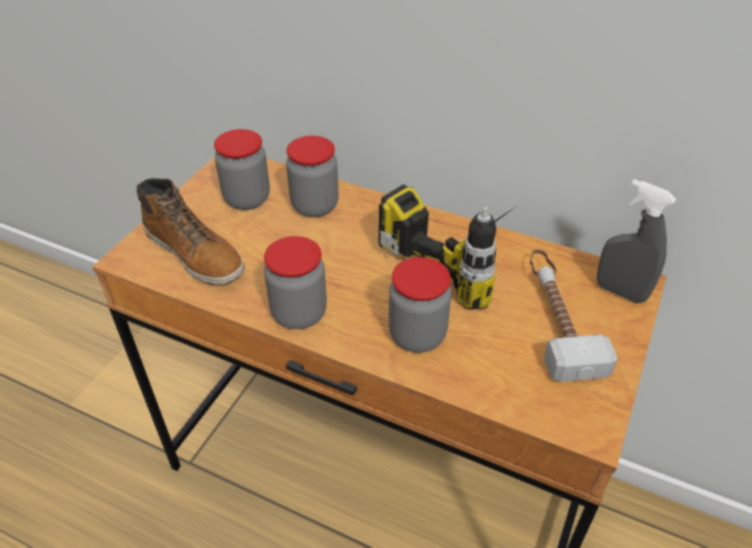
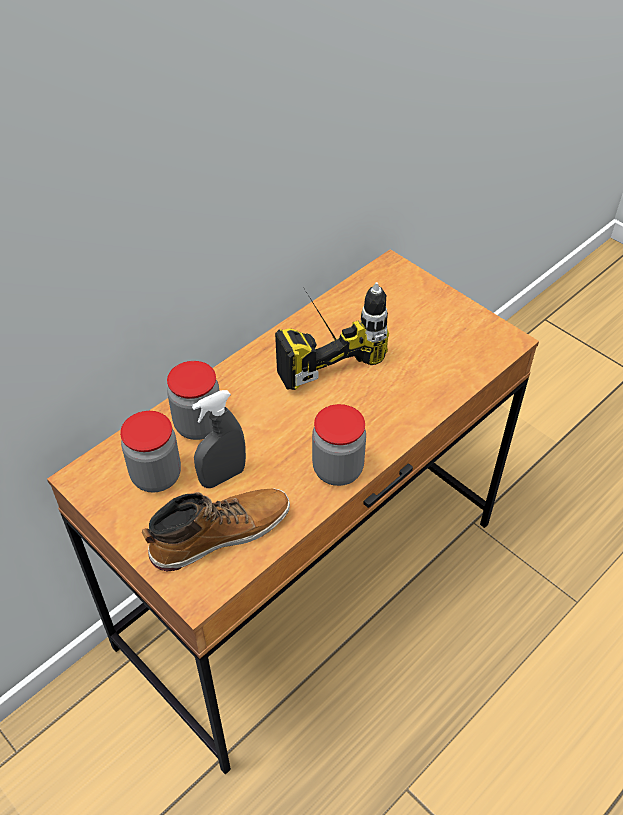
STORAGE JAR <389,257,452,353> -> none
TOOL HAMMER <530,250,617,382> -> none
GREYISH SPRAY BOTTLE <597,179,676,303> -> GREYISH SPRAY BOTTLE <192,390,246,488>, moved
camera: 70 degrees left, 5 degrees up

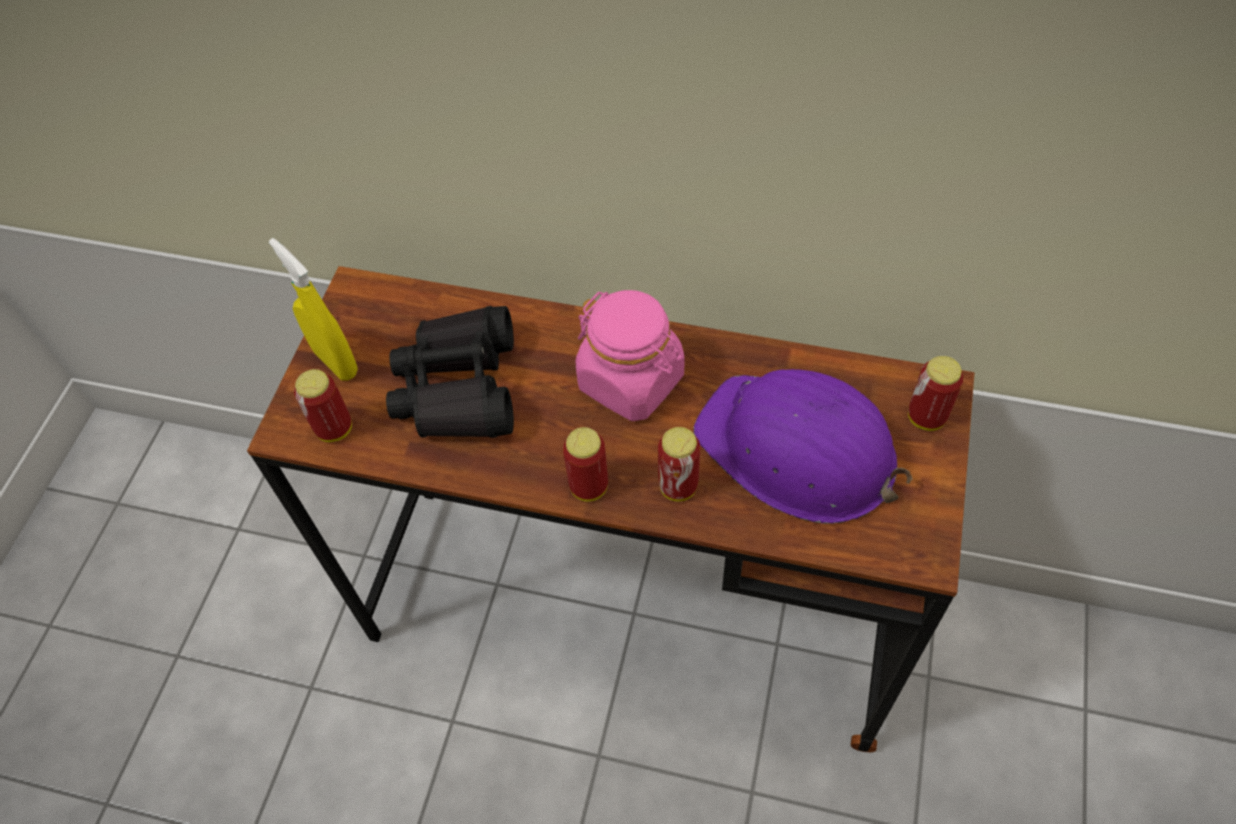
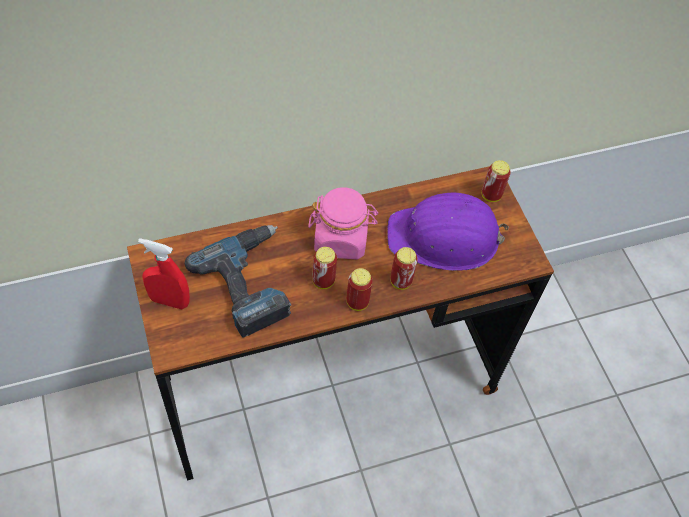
YELLOW SPRAY BOTTLE <269,238,358,381> -> RED-COLOURED SPRAY BOTTLE <138,238,190,310>
METAL CAN <294,369,352,442> -> METAL CAN <312,247,337,289>, moved
BLACKISH PAIR OF BINOCULARS <386,306,514,438> -> POWER DRILL <185,225,291,338>
camera: 40 degrees left, 0 degrees up

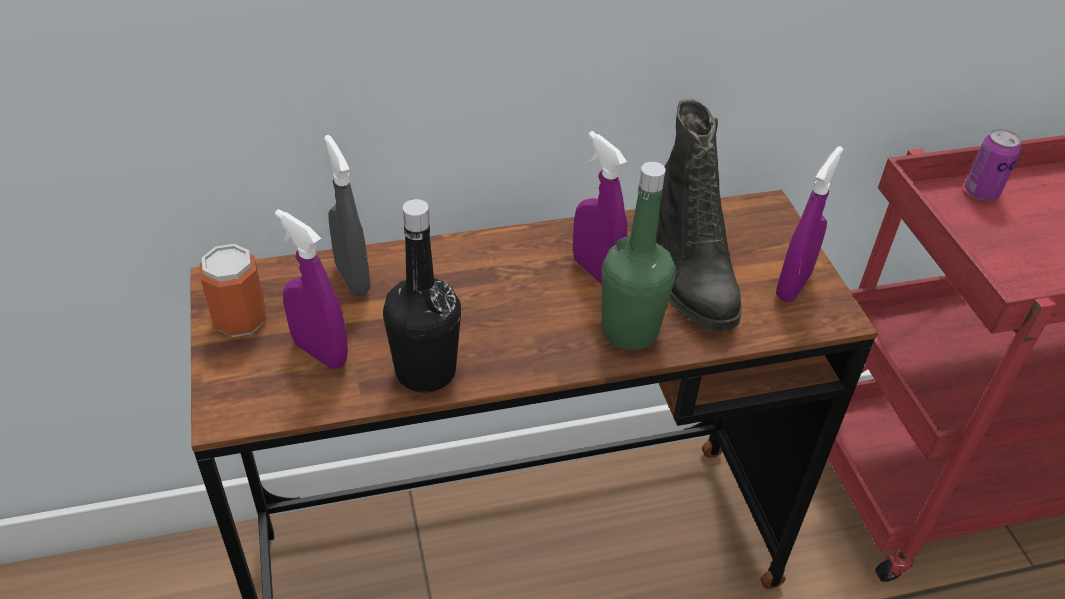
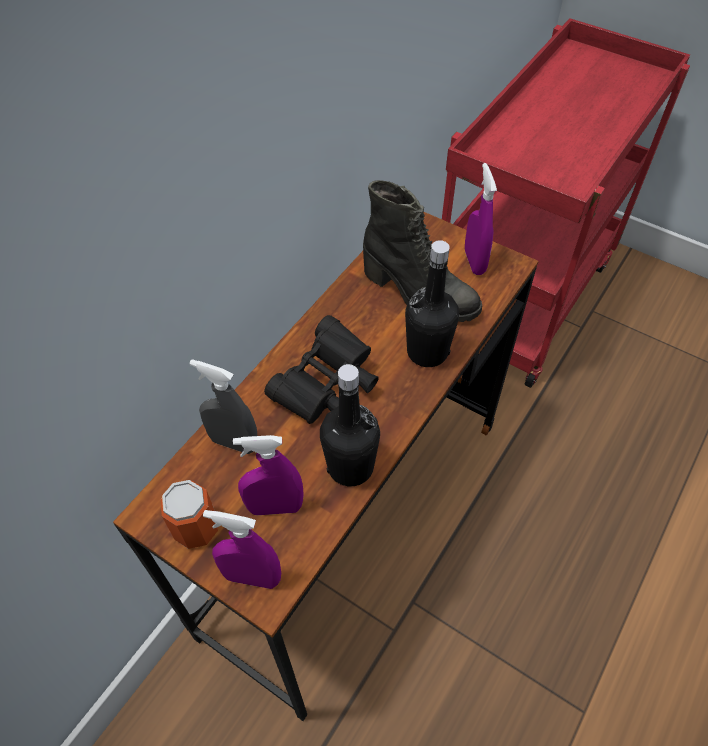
PURPLE SPRAY BOTTLE <573,131,627,285> -> PURPLE SPRAY BOTTLE <203,510,281,589>, moved
GREEN-COLOURED BEVERAGE BOTTLE <602,162,676,350> -> BLACKISH BEVERAGE BOTTLE <405,240,459,367>
METAL CAN <965,129,1021,200> -> none
none -> BLACKISH PAIR OF BINOCULARS <264,315,379,424>
camera: 40 degrees left, 10 degrees up

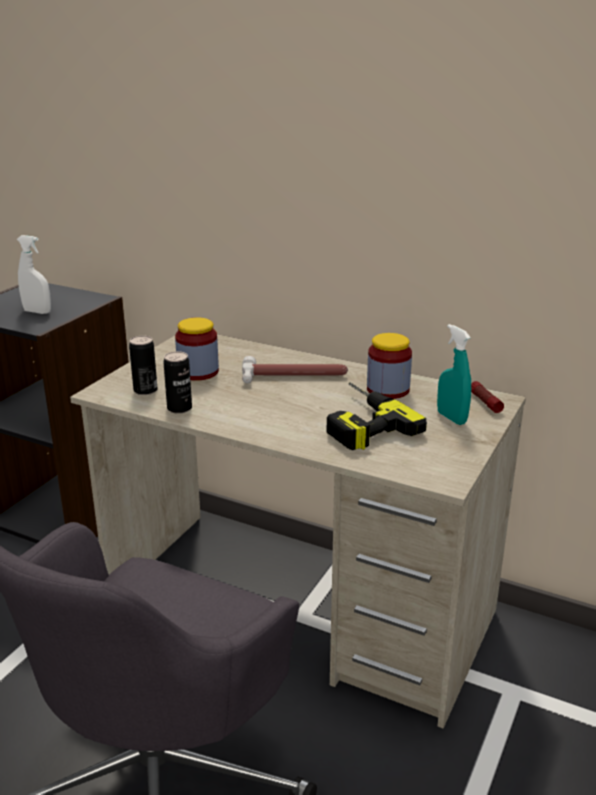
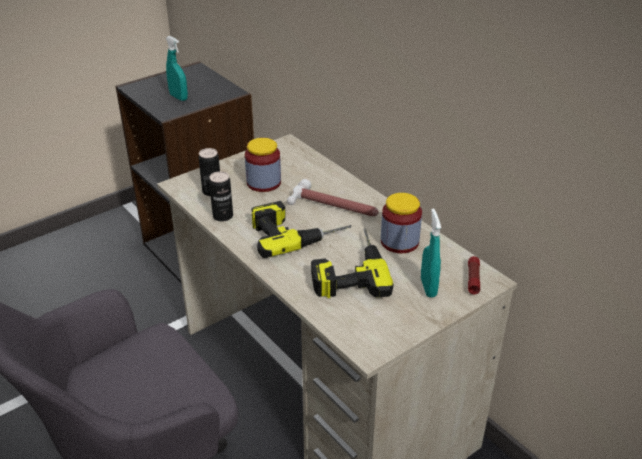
WHITE-COLOURED SPRAY BOTTLE <17,235,51,314> -> TURQUOISE SPRAY BOTTLE <166,36,188,101>
none -> POWER DRILL <252,201,352,258>
camera: 25 degrees right, 10 degrees up

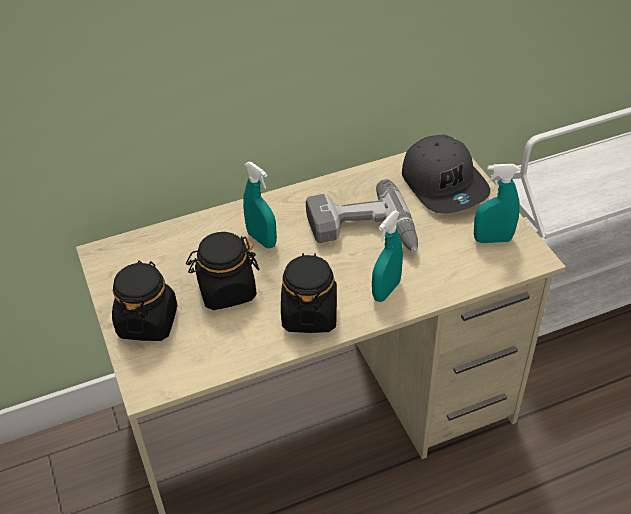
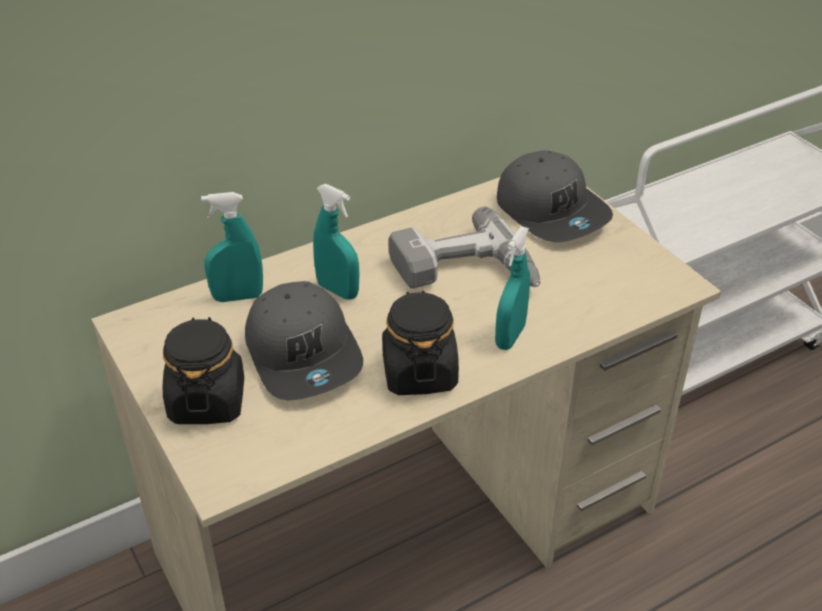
BLACKISH STORAGE JAR <186,232,259,310> -> GREYISH CAP <245,281,363,400>
TURQUOISE SPRAY BOTTLE <474,164,520,243> -> TURQUOISE SPRAY BOTTLE <201,192,263,302>, moved
camera: 10 degrees left, 5 degrees down

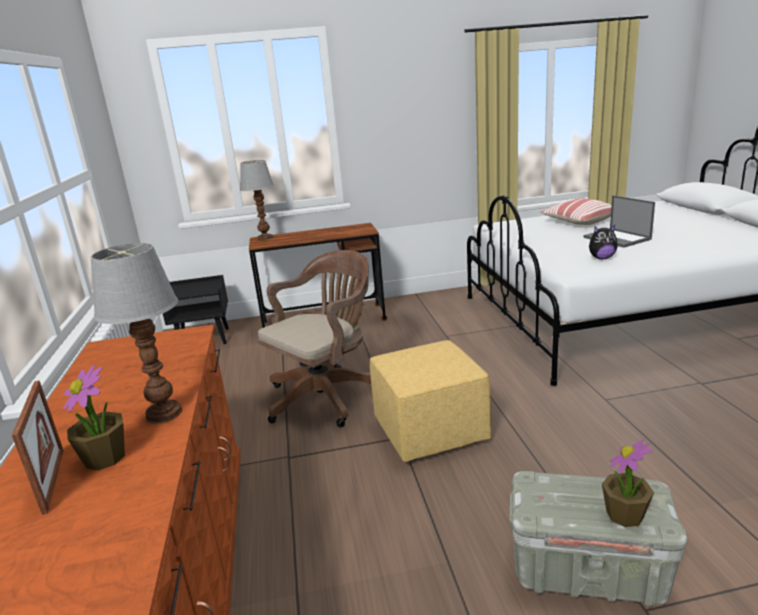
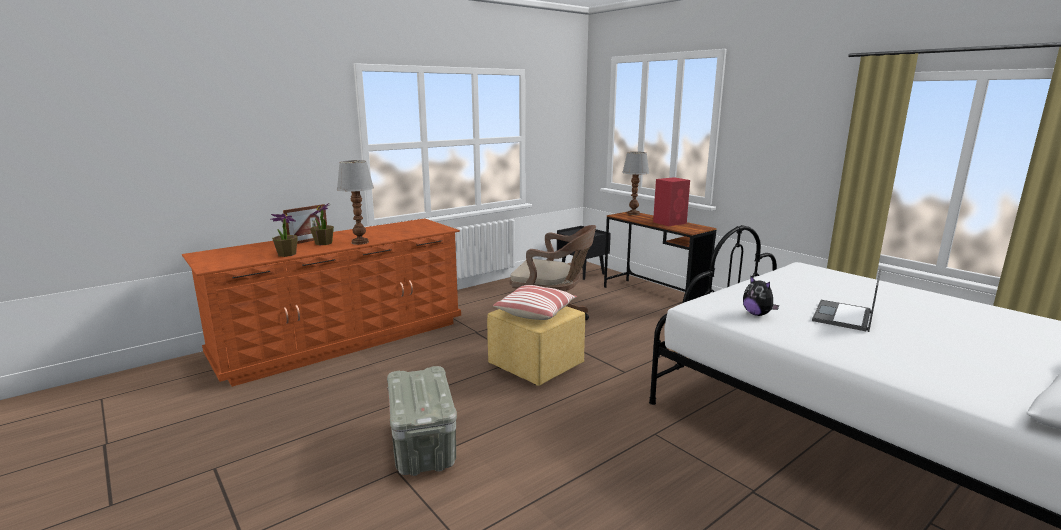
THROW PILLOW <540,198,611,225> -> THROW PILLOW <493,285,577,320>, moved
HOUSEPLANT <602,439,654,527> -> HOUSEPLANT <270,214,298,257>, moved
none -> RED-COLOURED LOUDSPEAKER <653,177,690,226>
camera: 60 degrees right, 5 degrees down

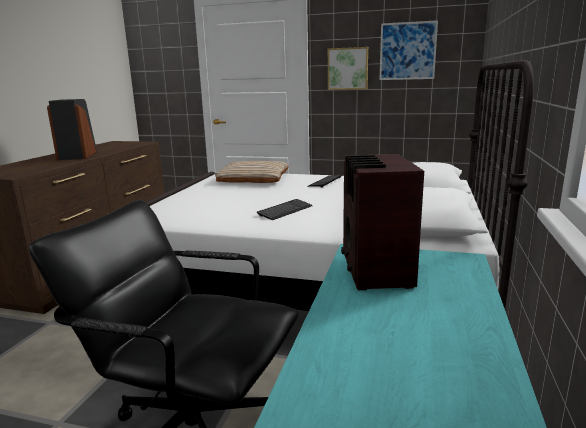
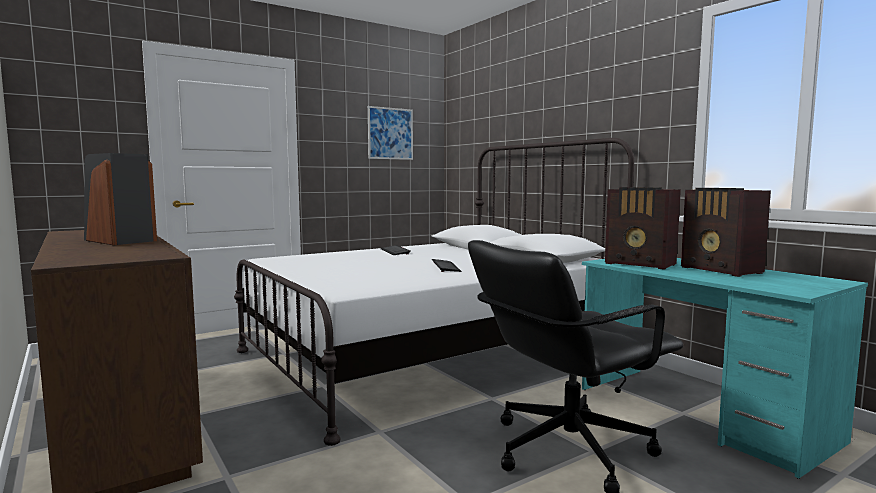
BEIGE THROW PILLOW <215,161,289,183> -> none
WALL PICTURE <328,47,368,90> -> none
none -> RADIO RECEIVER <681,188,771,277>
camera: 50 degrees left, 10 degrees down

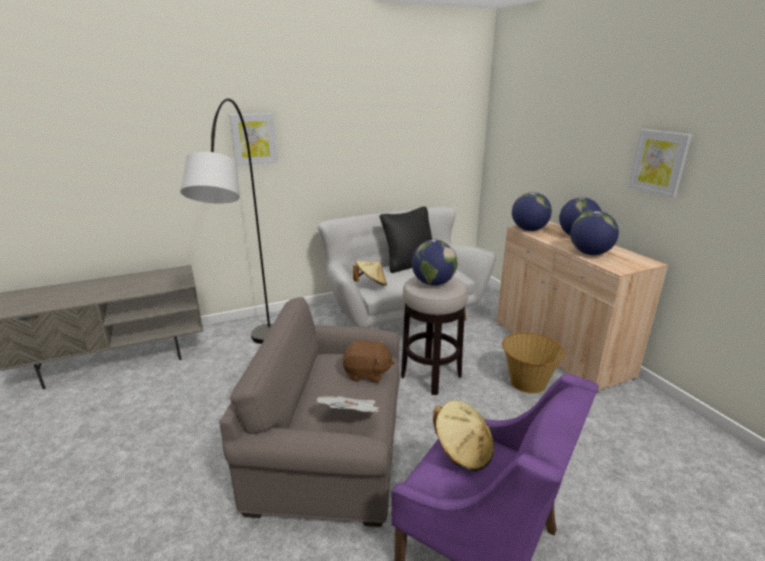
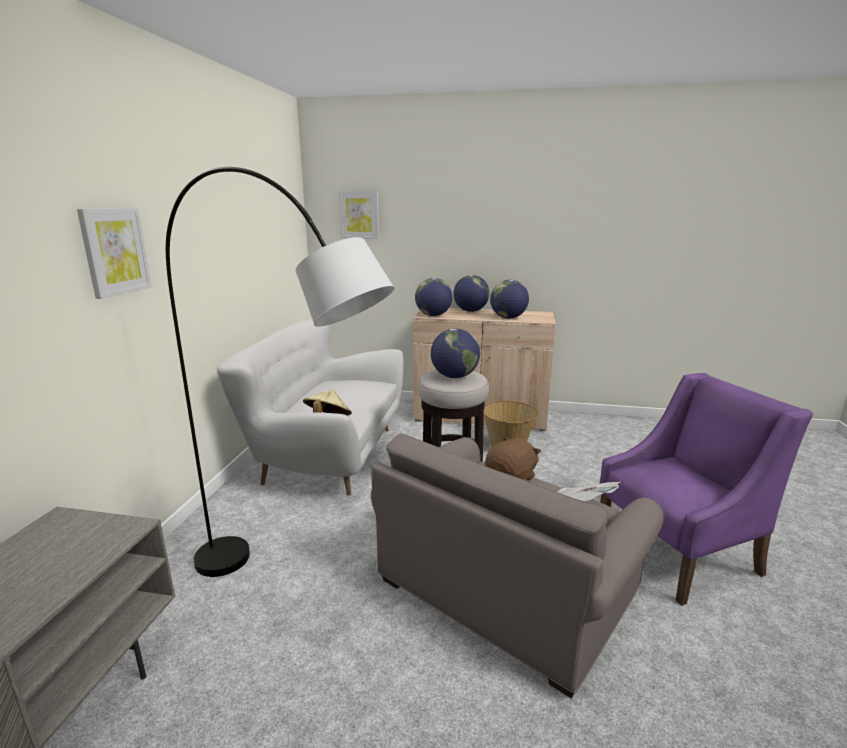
BLACKISH THROW PILLOW <380,206,432,273> -> none
BEIGE WEARABLE HAT <433,400,494,471> -> none
WALL PICTURE <628,129,692,198> -> WALL PICTURE <339,191,379,239>, moved
camera: 55 degrees left, 5 degrees down

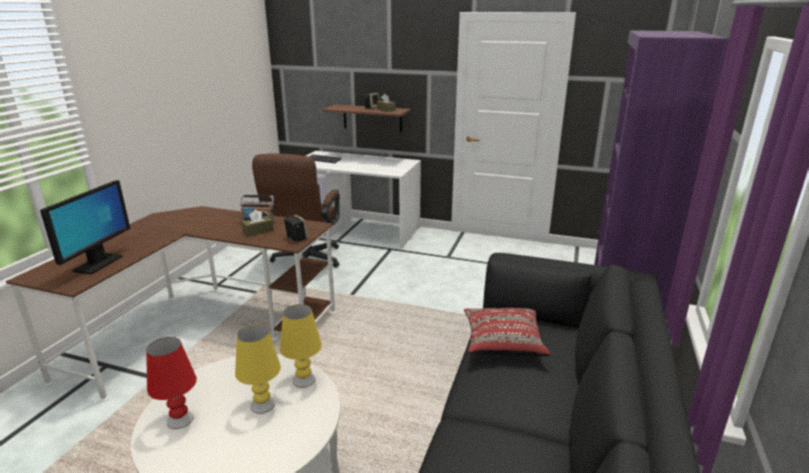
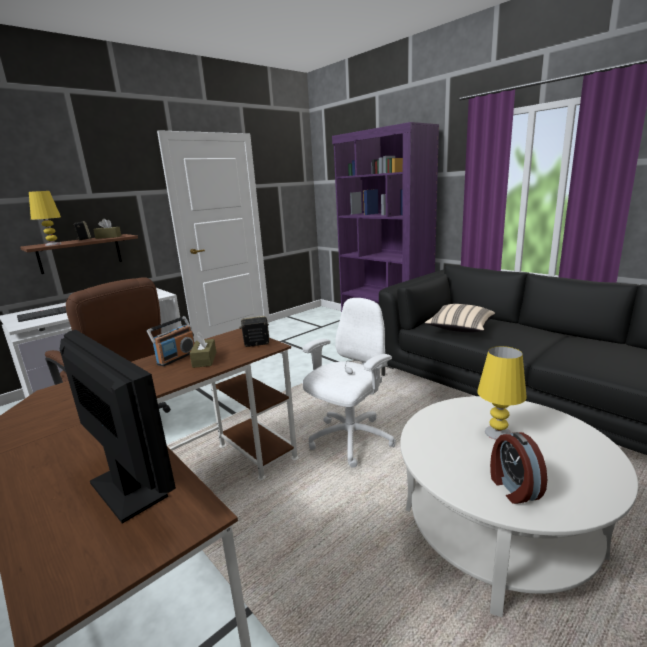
RED-COLOURED TABLETOP LAMP <146,337,197,429> -> TABLE CLOCK <490,432,547,504>
YELLOW TABLETOP LAMP <280,304,322,388> -> YELLOW TABLETOP LAMP <29,191,61,246>, moved
RED-COLOURED THROW PILLOW <464,308,551,357> -> BEIGE THROW PILLOW <425,304,495,332>
none -> WHITE-COLOURED COMPUTER CHAIR <302,298,396,468>
camera: 60 degrees left, 5 degrees down

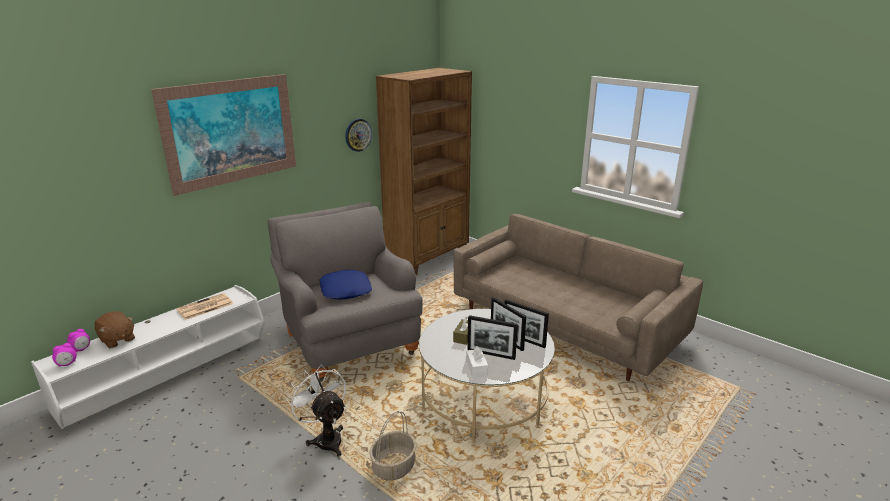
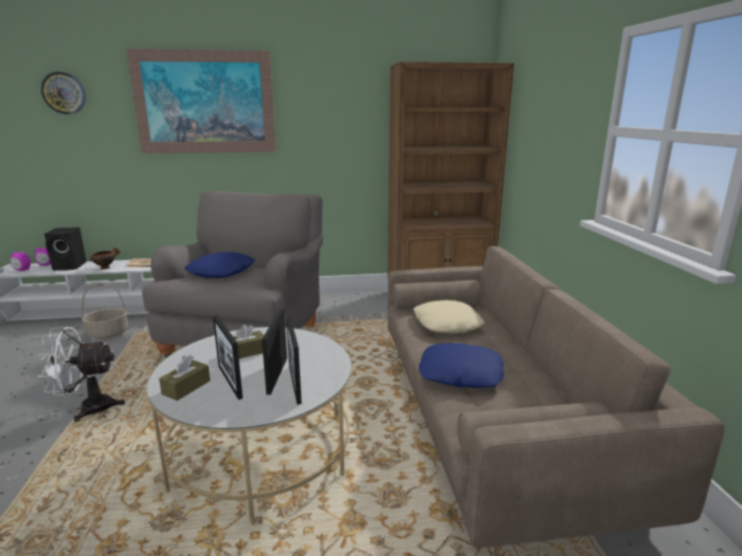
BROWN-COLOURED PLUSH TOY <95,311,135,348> -> BLACKISH LOUDSPEAKER <44,227,87,270>
WHITE-COLOURED COOLING FAN <287,365,346,457> -> WHITE-COLOURED COOLING FAN <37,327,125,422>, 105 degrees counterclockwise
HANGING CLOCK <345,119,372,152> -> HANGING CLOCK <41,72,86,114>, moved
HOUSEHOLD BASKET <369,411,417,481> -> HOUSEHOLD BASKET <82,284,128,339>, moved
WHITE-COLOURED BOX OF TISSUES <466,346,488,378> -> BROWN-COLOURED BOX OF TISSUES <159,355,210,401>
none -> DEEP DISH <90,247,120,270>
none -> BEIGE THROW PILLOW <413,300,485,333>
none -> BLUISH THROW PILLOW <419,343,504,388>
camera: 40 degrees right, 5 degrees down

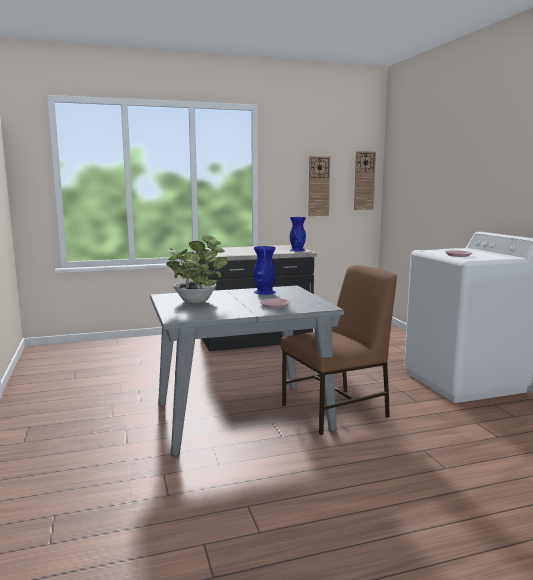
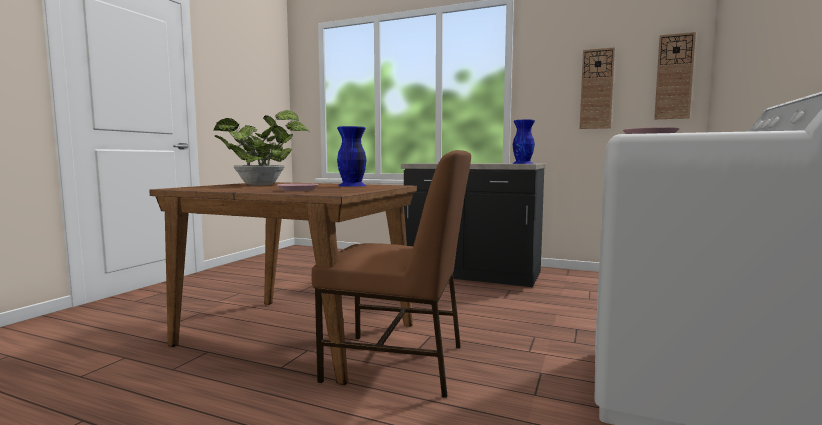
GREYISH KITCHEN TABLE <150,286,344,456> -> BROWN-COLOURED KITCHEN TABLE <149,182,417,385>
camera: 40 degrees right, 5 degrees down

